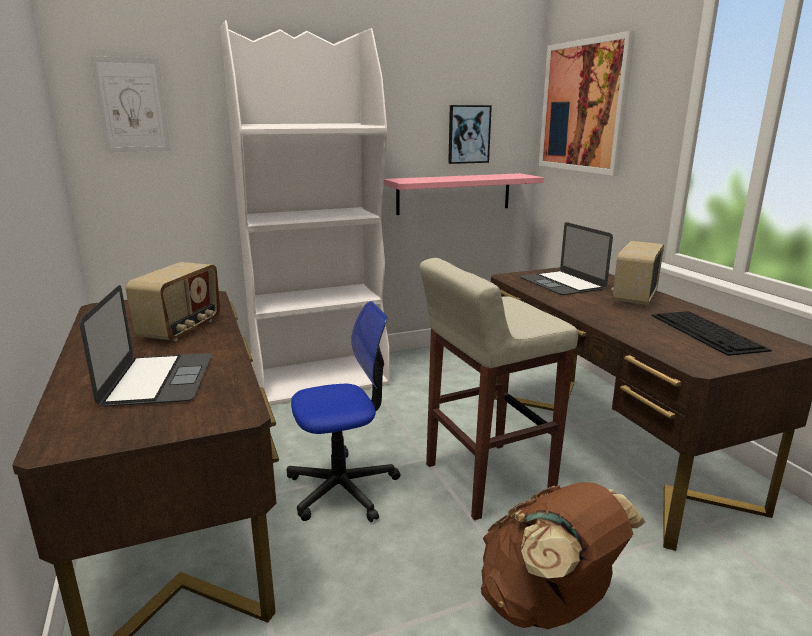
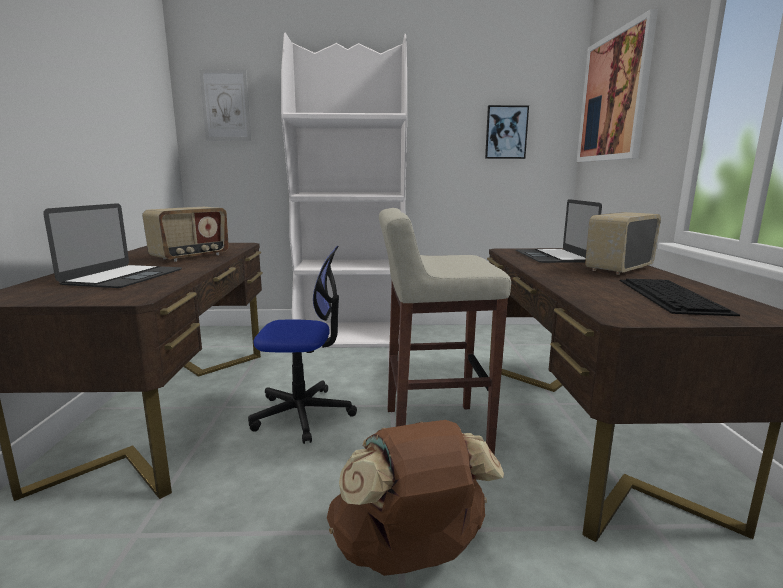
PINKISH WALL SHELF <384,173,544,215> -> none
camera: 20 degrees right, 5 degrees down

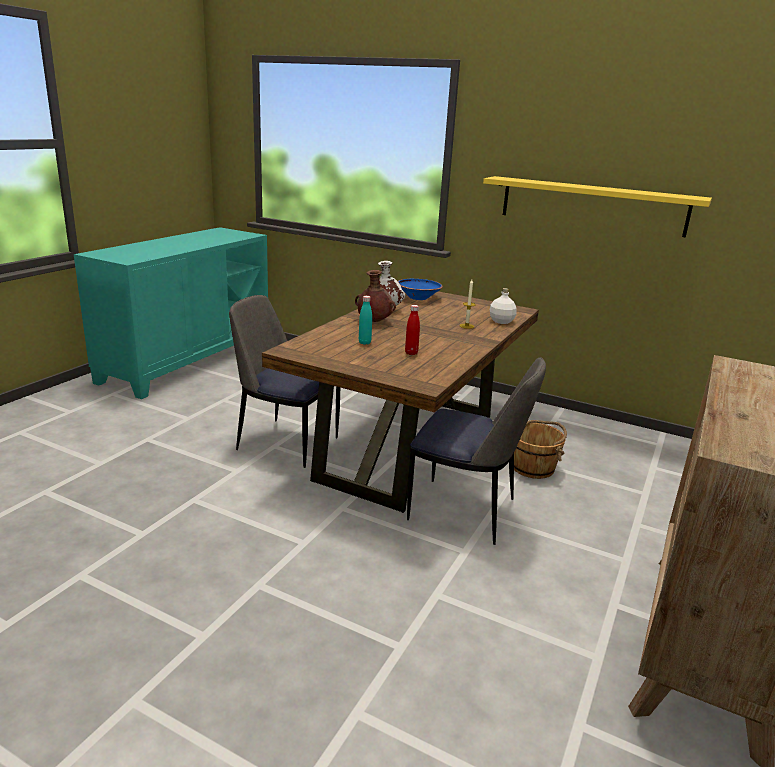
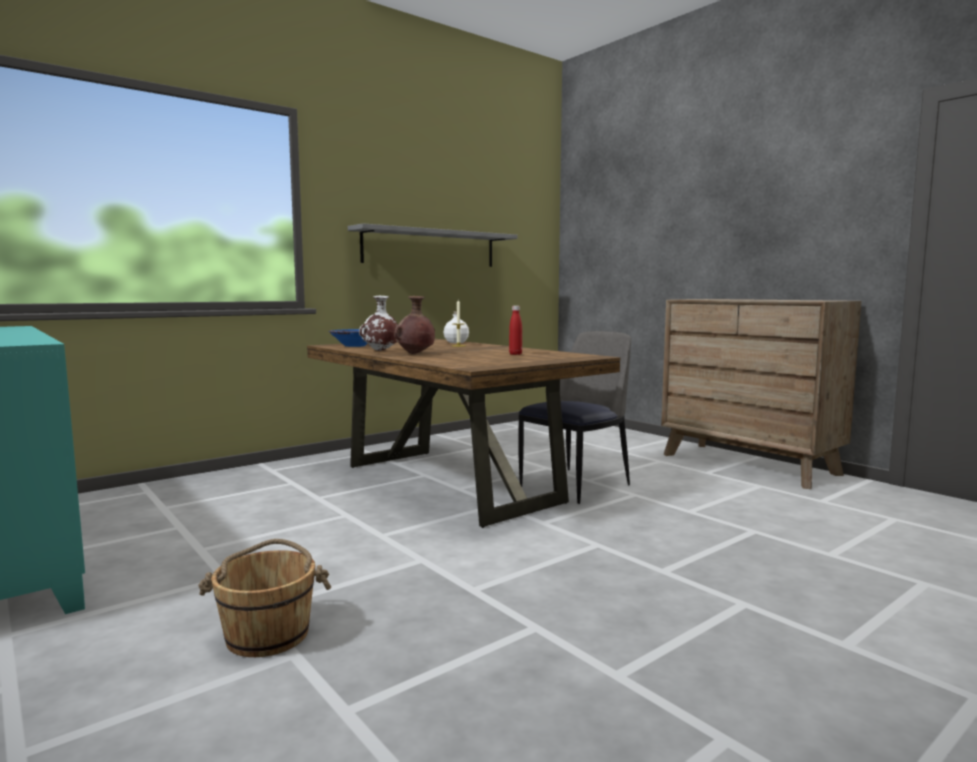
UPRIGHT CHAIR <229,295,340,468> -> none
TURQUOISE BEVERAGE BOTTLE <359,296,372,345> -> none
YELLOW WALL SHELF <483,176,712,237> -> GREYISH WALL SHELF <348,223,517,267>
BROWN-COLOURED WATER BUCKET <514,420,567,479> -> BROWN-COLOURED WATER BUCKET <198,539,331,657>, moved
camera: 65 degrees left, 15 degrees down

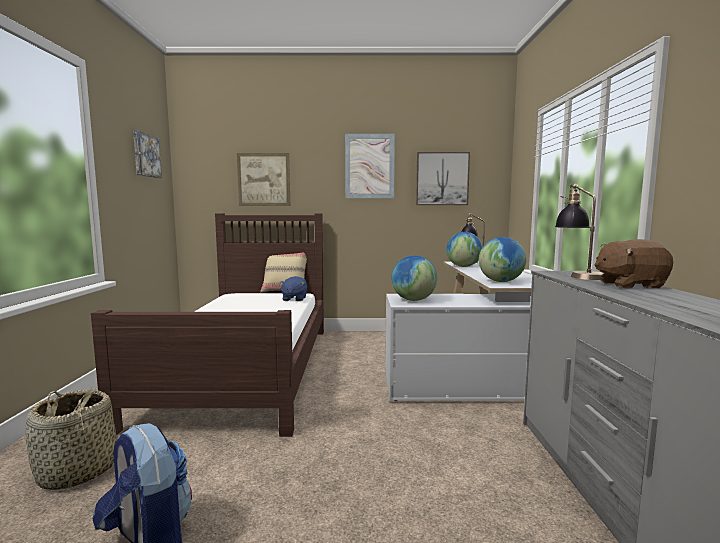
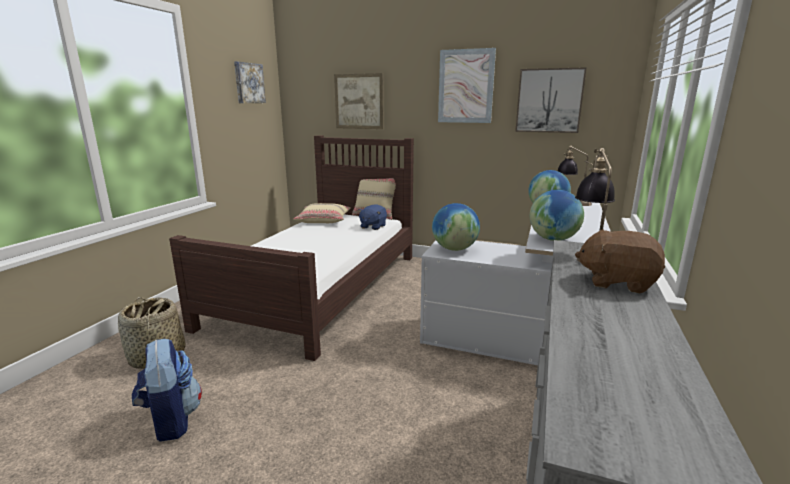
none -> BEIGE THROW PILLOW <294,203,351,223>
camera: 20 degrees right, 10 degrees up

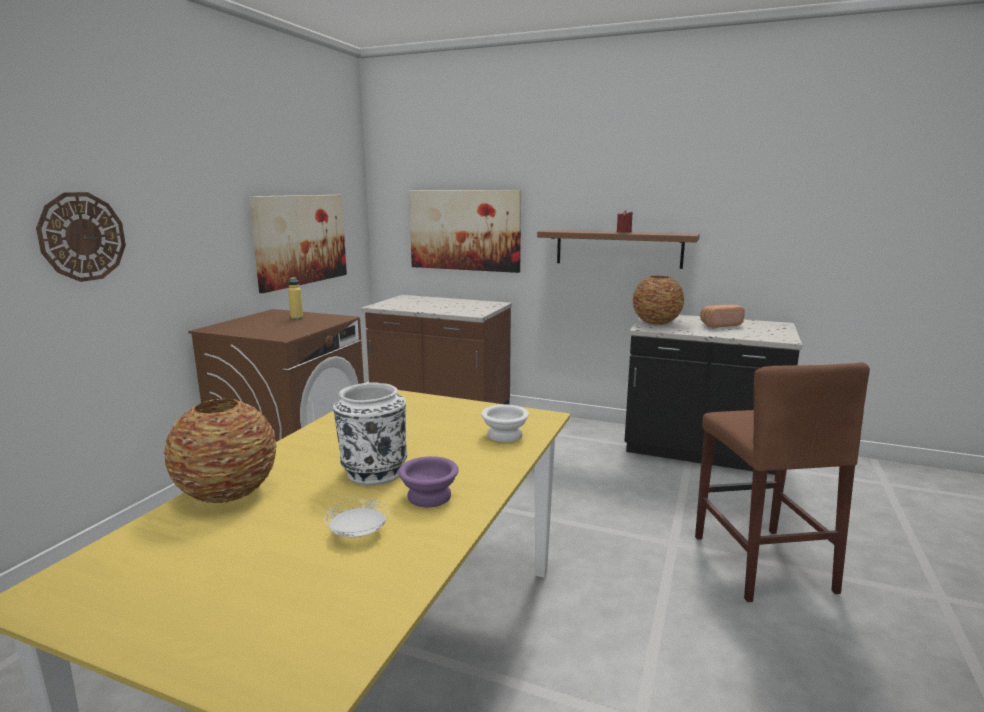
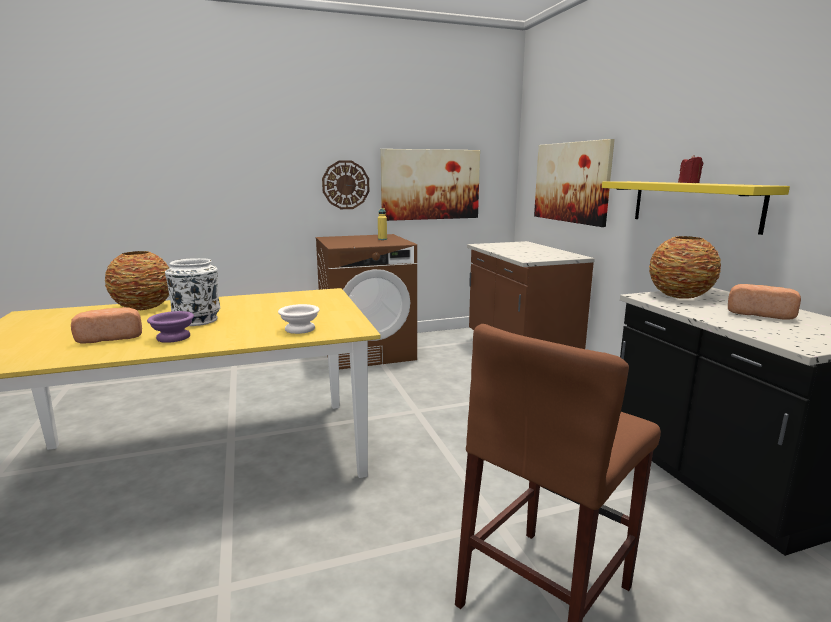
HANGING CLOCK <36,192,126,282> -> HANGING CLOCK <322,160,369,209>, moved
WHITE-COLOURED DINNER PLATE <324,499,389,537> -> BAKERY BREAD <71,307,142,343>
BROWN-COLOURED WALL SHELF <537,230,700,269> -> YELLOW WALL SHELF <602,181,790,235>
camera: 50 degrees right, 0 degrees up

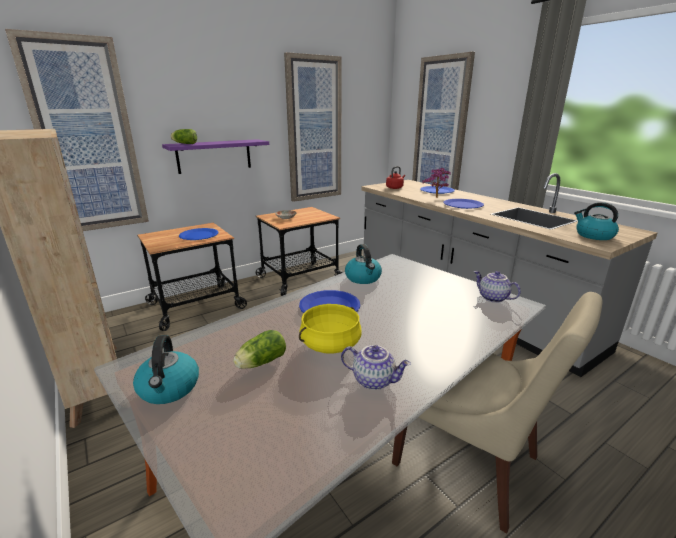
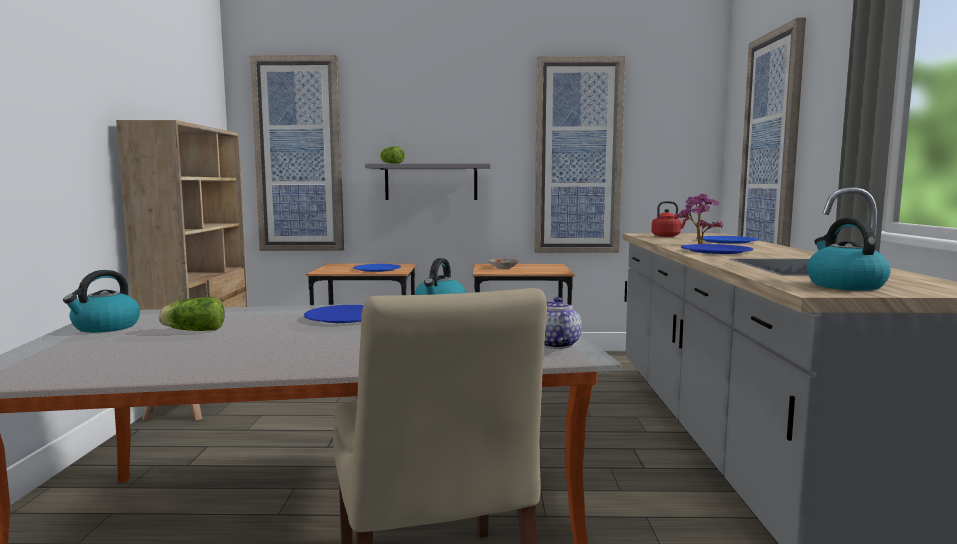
PURPLE WALL SHELF <162,139,269,174> -> GREYISH WALL SHELF <365,163,491,200>
YELLOW COOKING POT <299,304,361,354> -> none
TEAPOT <341,345,411,390> -> none
camera: 35 degrees right, 15 degrees down

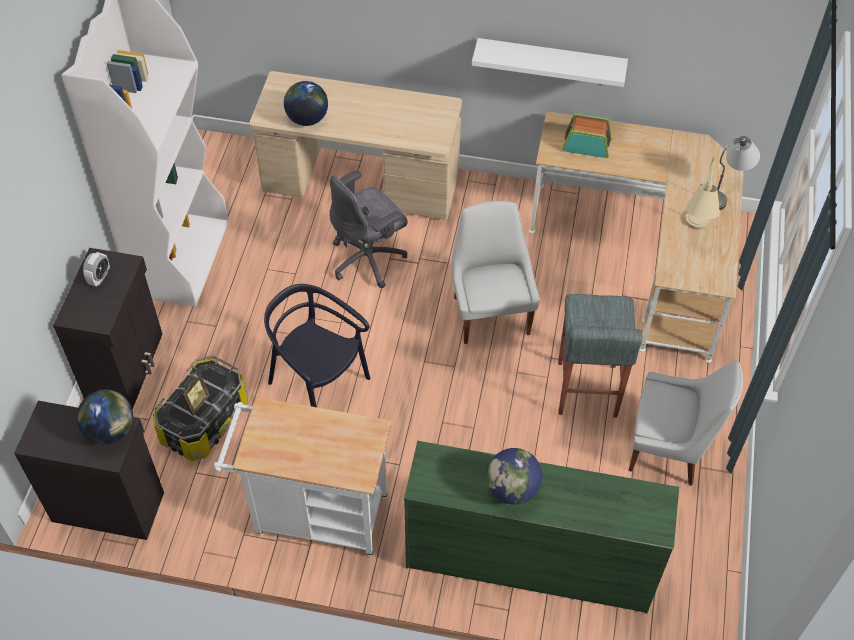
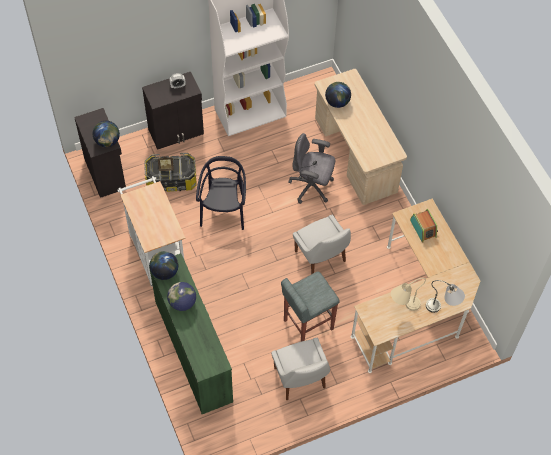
WHITE-COLOURED UPRIGHT CHAIR <451,201,540,344> -> WHITE-COLOURED UPRIGHT CHAIR <293,215,351,274>, 105 degrees clockwise
WHITE-COLOURED WALL SHELF <472,38,628,87> -> none
none -> DESK GLOBE <149,251,178,280>
camera: 55 degrees right, 5 degrees up

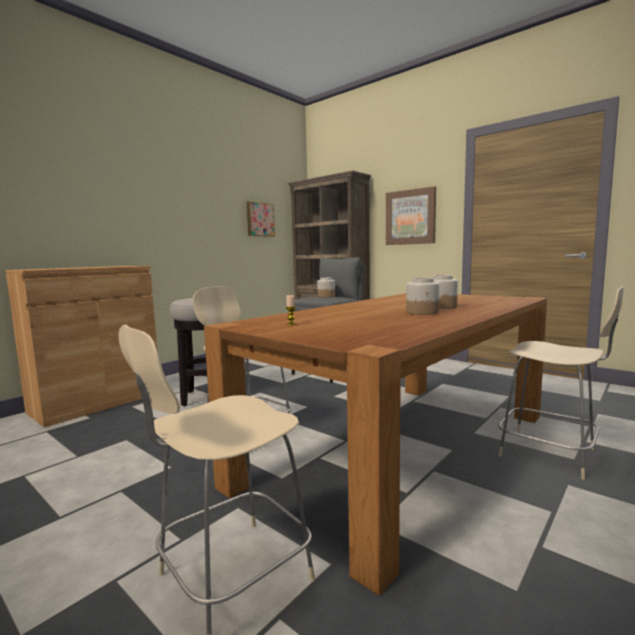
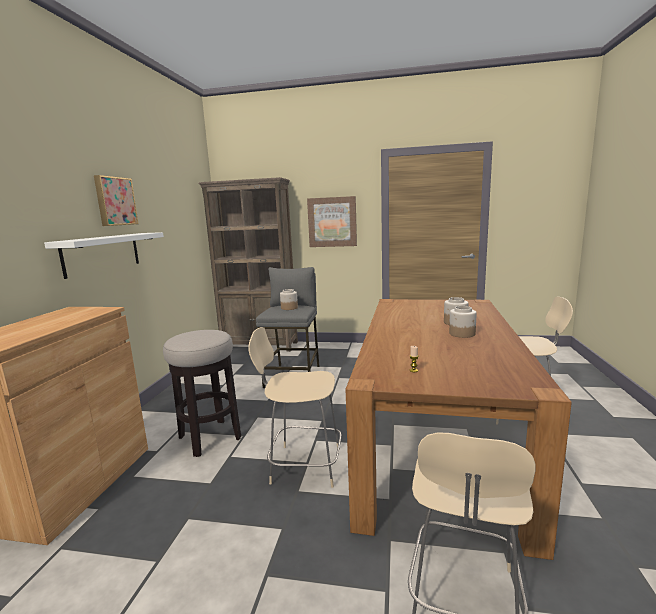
WALL PICTURE <247,201,275,237> -> WALL PICTURE <94,175,139,226>, moved
none -> WHITE-COLOURED WALL SHELF <44,232,164,279>
camera: 30 degrees left, 5 degrees up

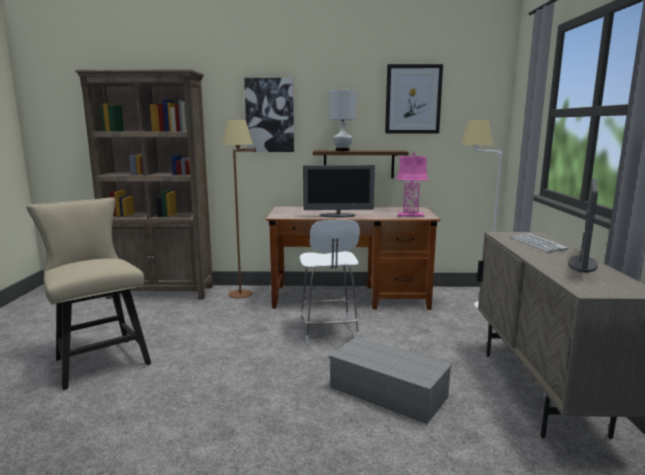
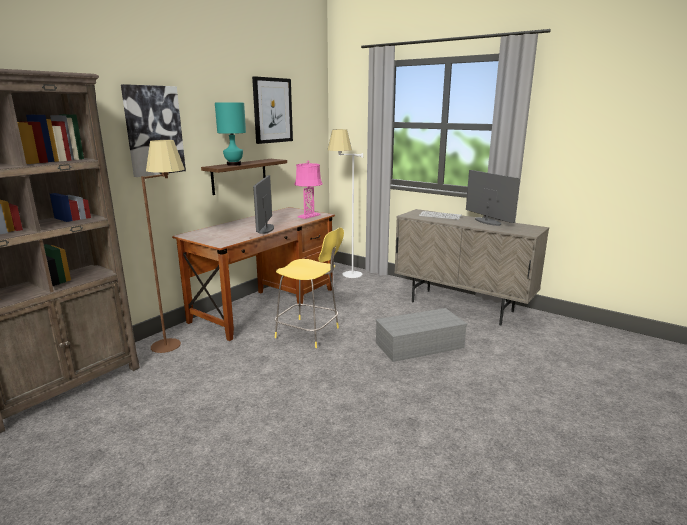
BEIGE UPRIGHT CHAIR <26,197,151,390> -> none
WHITE-COLOURED SITTING STOOL <300,220,360,343> -> YELLOW SITTING STOOL <274,227,344,348>
COMPUTER DISPLAY <303,165,375,217> -> COMPUTER DISPLAY <253,175,274,234>, 150 degrees clockwise
WHITE-COLOURED TABLETOP LAMP <329,90,357,151> -> TURQUOISE TABLETOP LAMP <215,103,246,166>
camera: 55 degrees left, 5 degrees up

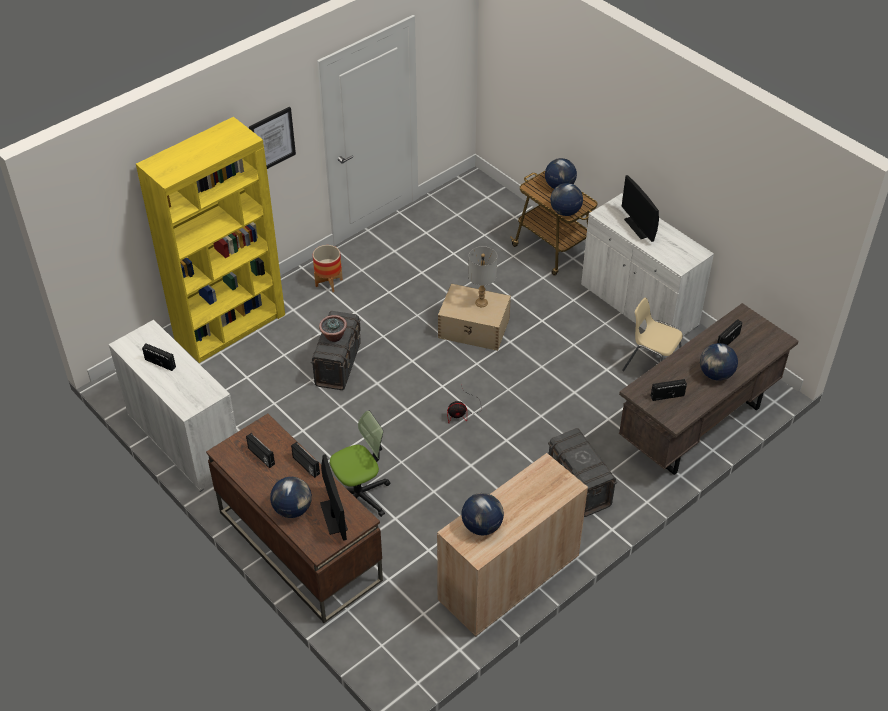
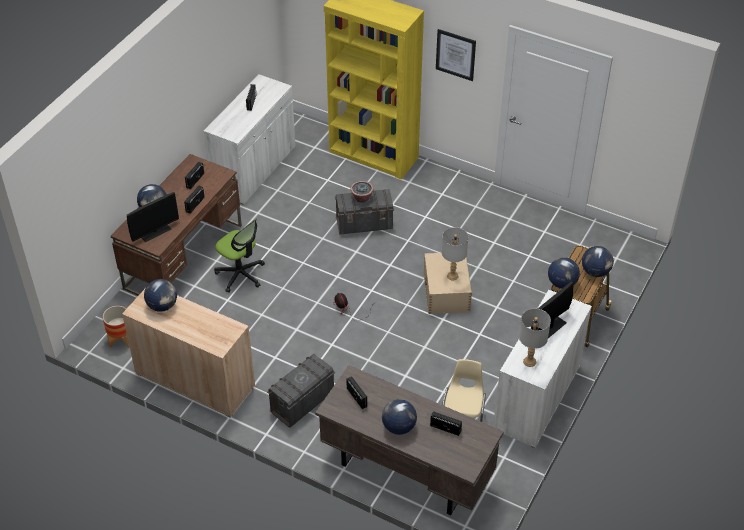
PLANTER <313,245,343,292> -> PLANTER <103,306,130,348>, moved
none -> GREYISH TABLETOP LAMP <519,308,551,367>
camera: 70 degrees right, 0 degrees up

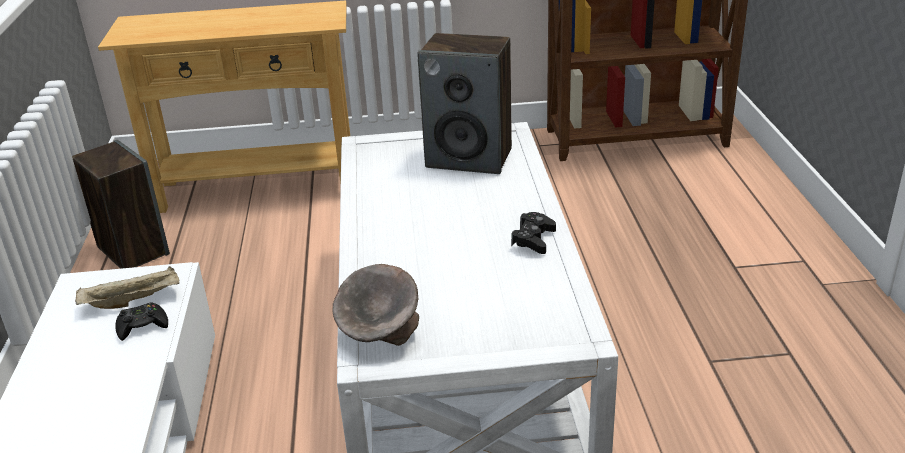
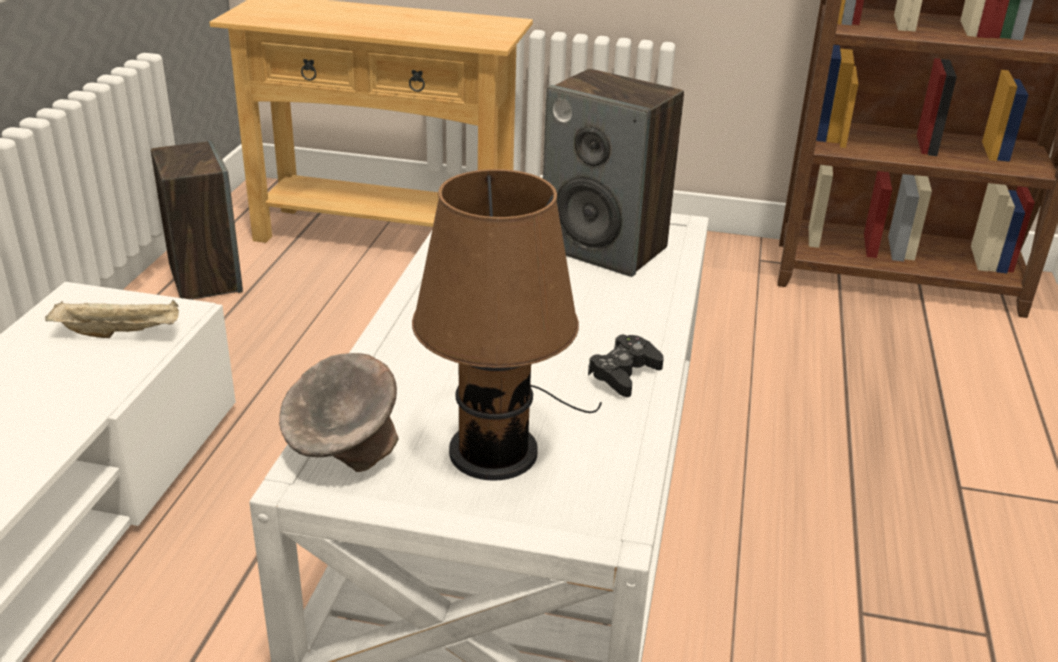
BLACKISH JOYPAD <115,302,168,341> -> none
none -> BROWN-COLOURED TABLETOP LAMP <412,169,602,481>
camera: 15 degrees right, 0 degrees up

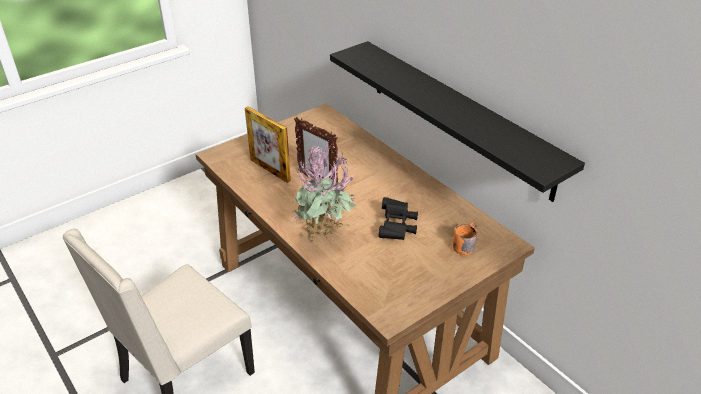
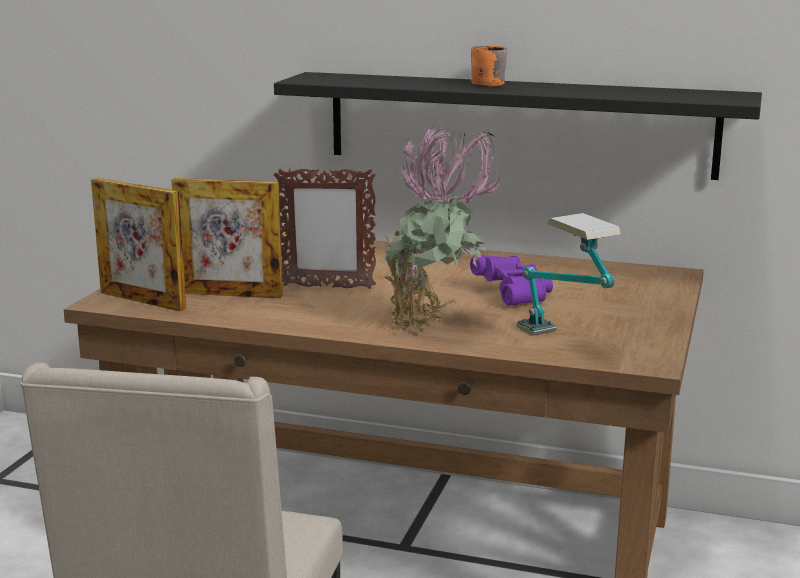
BLACKISH PAIR OF BINOCULARS <379,197,418,240> -> PURPLE PAIR OF BINOCULARS <470,255,553,305>
ORANGE-COLOURED MUG <453,222,478,255> -> ORANGE-COLOURED MUG <471,46,507,87>, moved
none -> STANDING FRAME <91,178,186,311>
none -> TABLETOP LAMP <516,213,621,336>
camera: 35 degrees left, 20 degrees down

